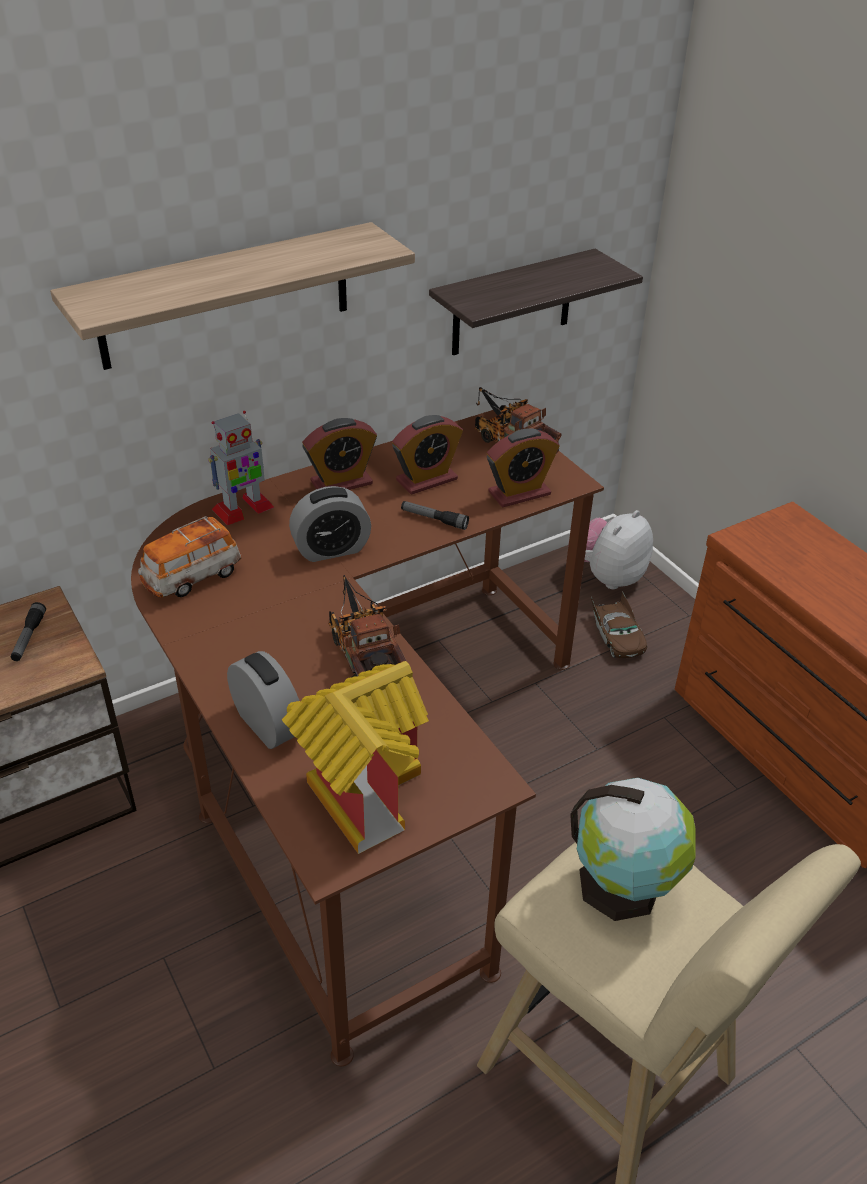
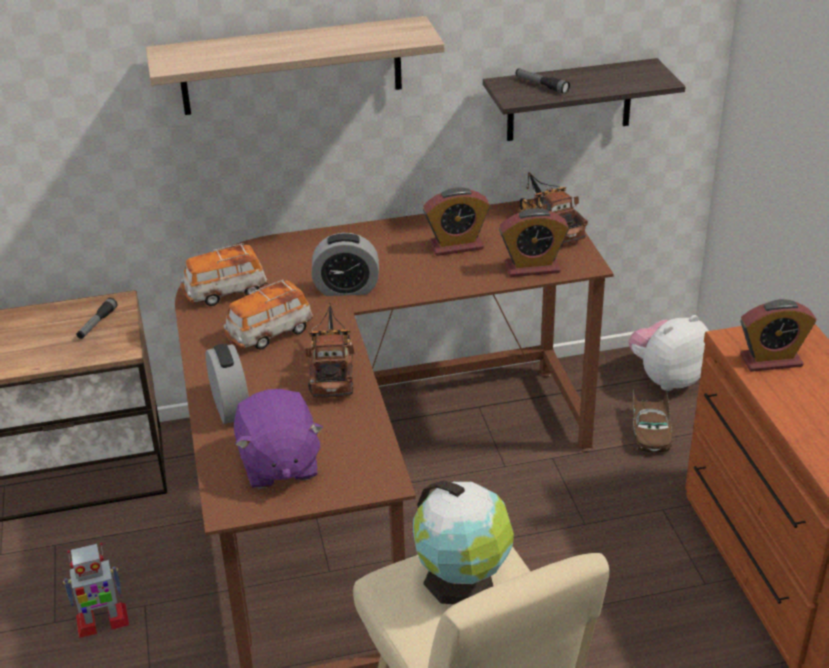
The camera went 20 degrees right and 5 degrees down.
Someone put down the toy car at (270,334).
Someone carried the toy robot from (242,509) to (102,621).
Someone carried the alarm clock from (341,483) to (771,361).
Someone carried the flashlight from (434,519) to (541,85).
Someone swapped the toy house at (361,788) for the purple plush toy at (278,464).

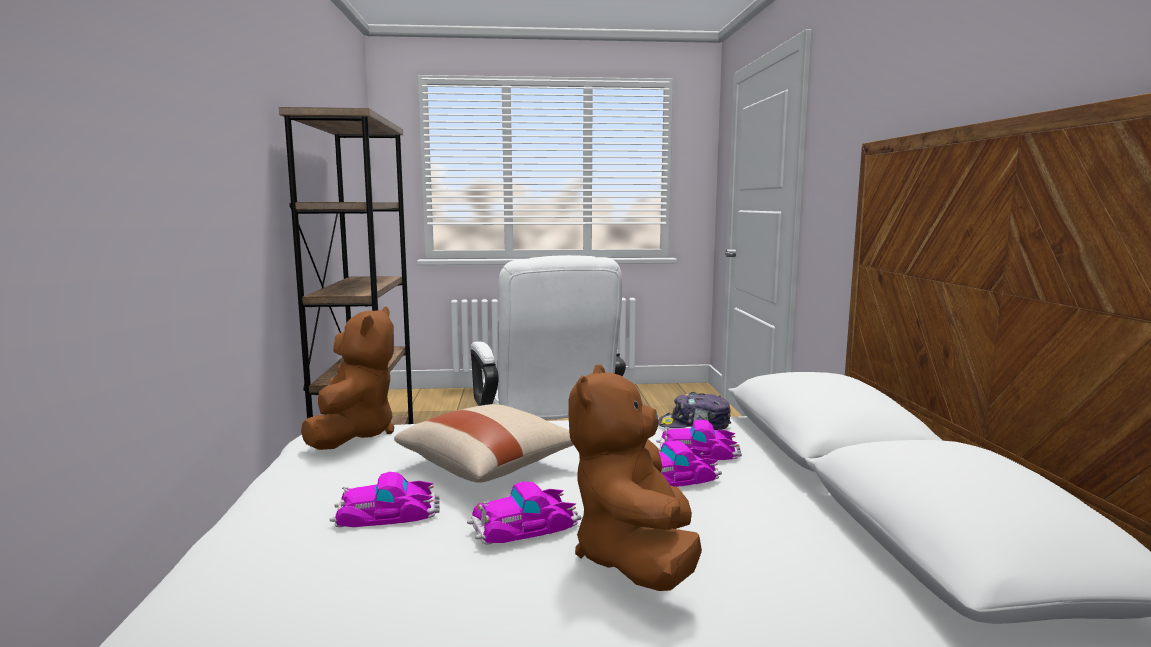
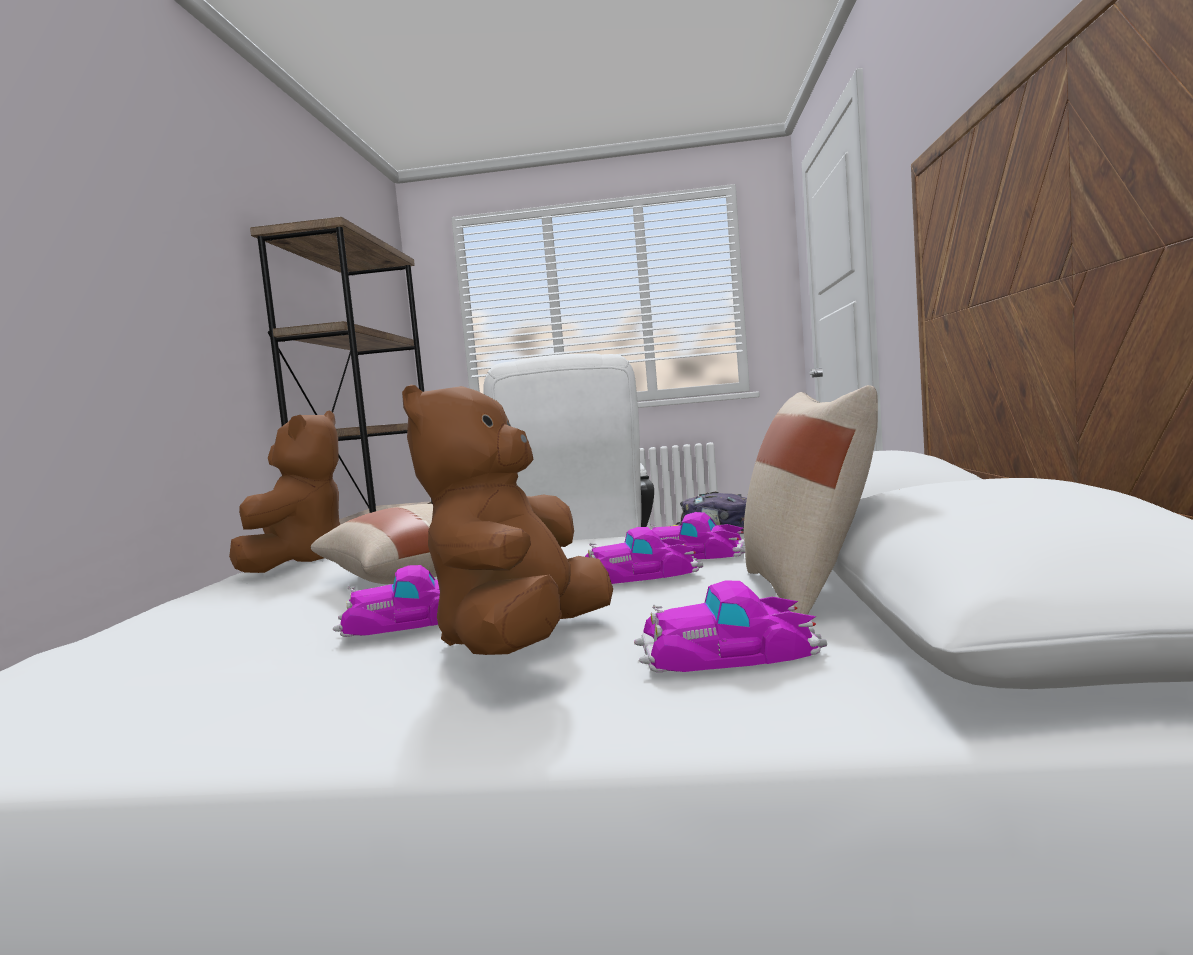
The camera went 10 degrees right and 5 degrees down.
Someone put down the beige pillow at (809,593).
Someone carried the toy car from (386,512) to (727,651).

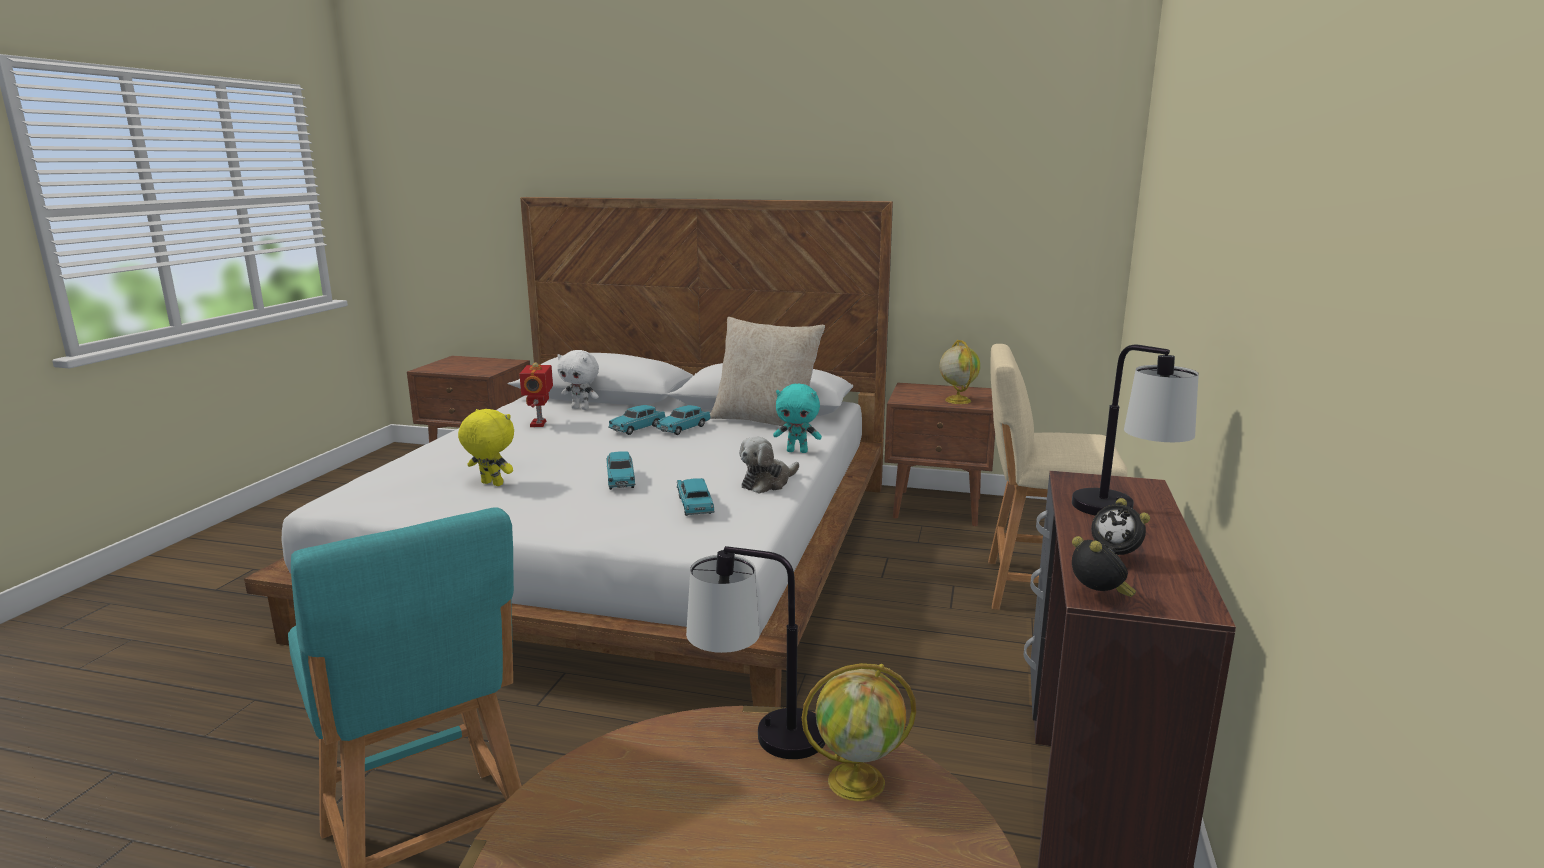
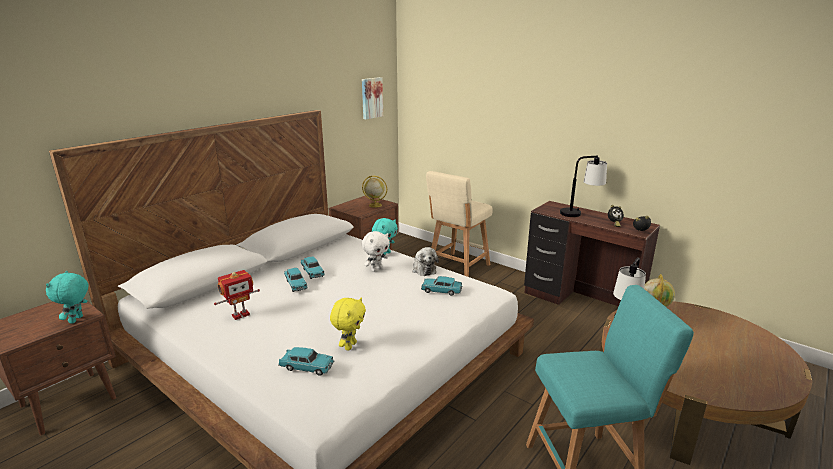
The camera went 65 degrees left and 5 degrees up.
Someone took away the beige pillow at (765,421).
Someone put down the turquoise plush toy at (77,320).
Someone put up the picture at (371,98).
Someone carried the white plush toy from (581,408) to (376,269).
Someone carried the turquoise toy car from (620,480) to (306,367).
Someone rotated the yellow plush toy at (491,484) by 150 degrees clockwise.
Someone rotated the toy robot at (539,424) by 60 degrees counterclockwise.

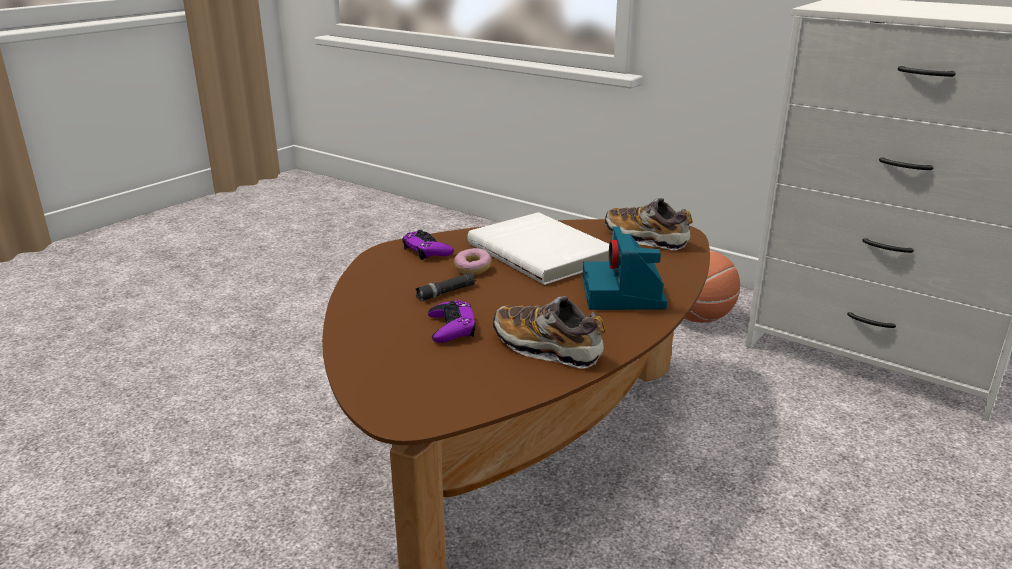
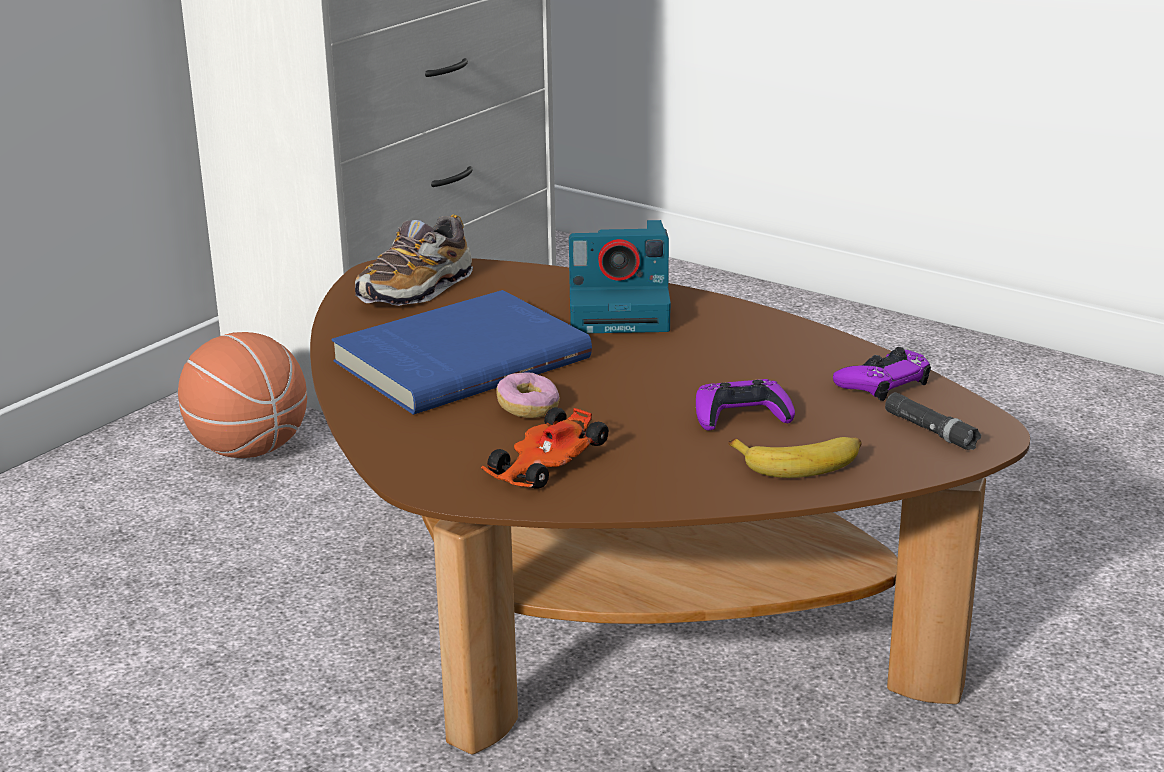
The camera went 90 degrees left and 0 degrees up.
Someone took away the shoe at (546,348).
Someone put down the toy car at (544,464).
Someone put down the banana at (800,463).
Someone carried the purple game controller from (427,250) to (883,383).
Someone carried the black flashlight from (446,292) to (931,431).
Someone repainted the white book at (542,252), which became the blue book at (459,358).

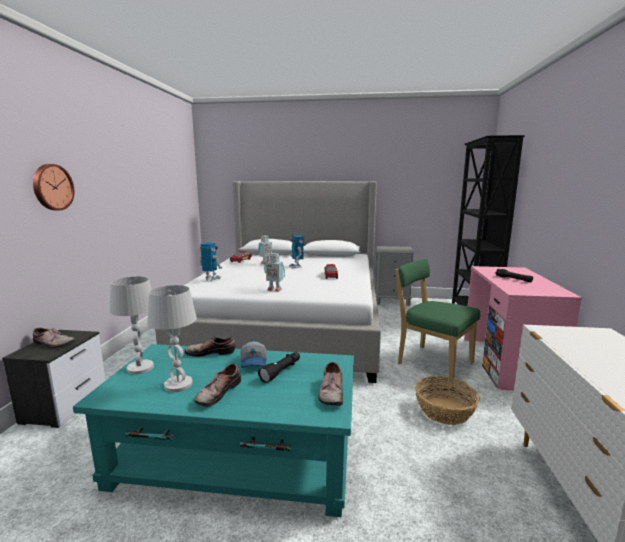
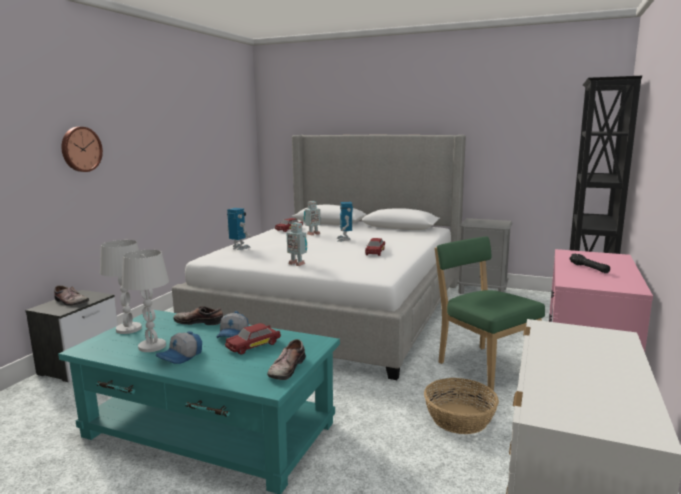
The camera went 15 degrees right and 0 degrees up.
Someone swapped the shoe at (217,392) for the cap at (181,356).
Someone swapped the black flashlight at (281,371) for the red toy car at (253,345).

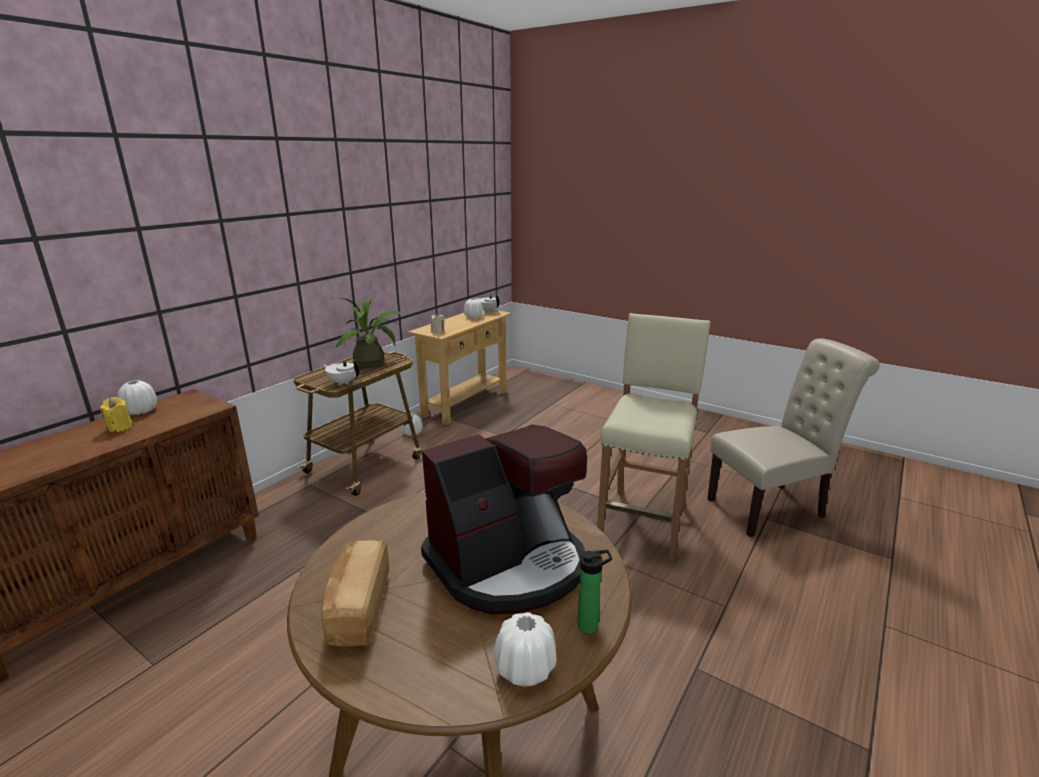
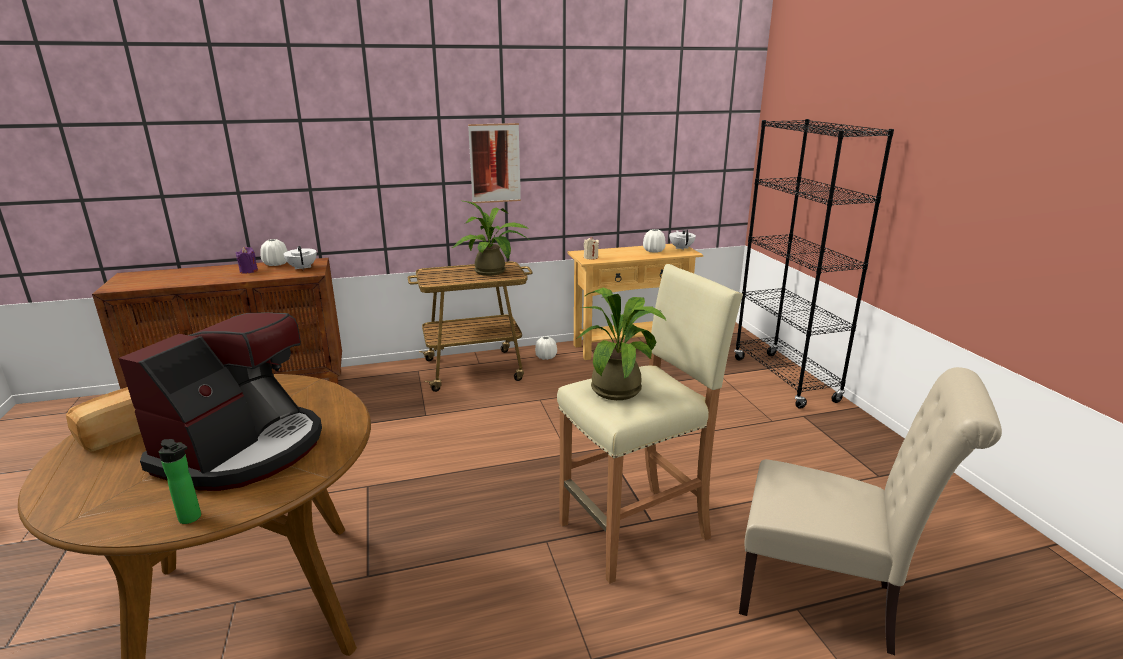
The camera went 40 degrees right and 0 degrees up.
Someone took away the white vase at (525,668).
Someone put up the picture at (495,163).
Someone put down the potted plant at (620,387).
Someone put down the black bookcase at (784,380).
Someone carried the white teapot from (343,383) to (302,268).
Someone repainted the yellow candle at (120,427), which became the purple candle at (248,271).
Someone rotated the coffee machine at (509,564) by 75 degrees counterclockwise.

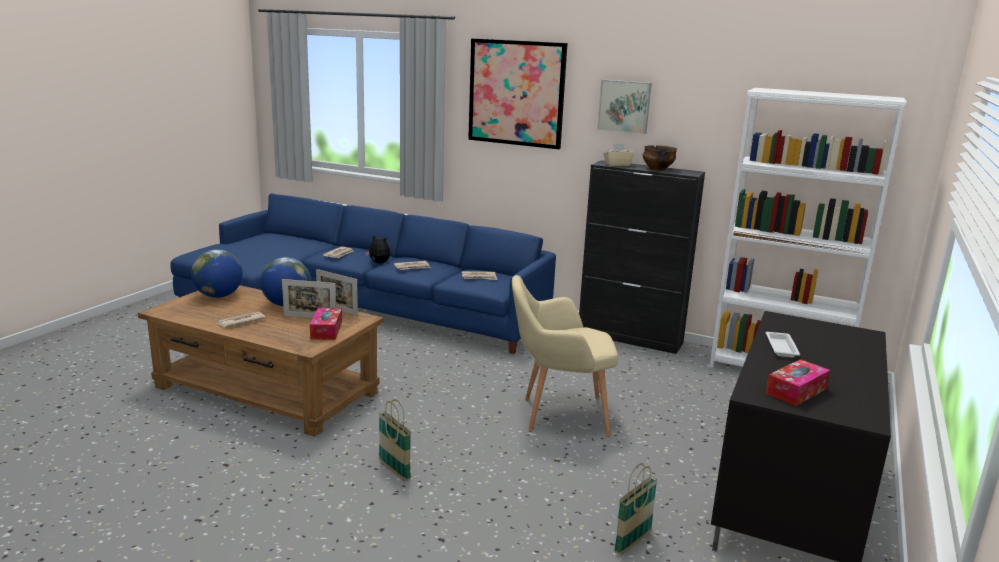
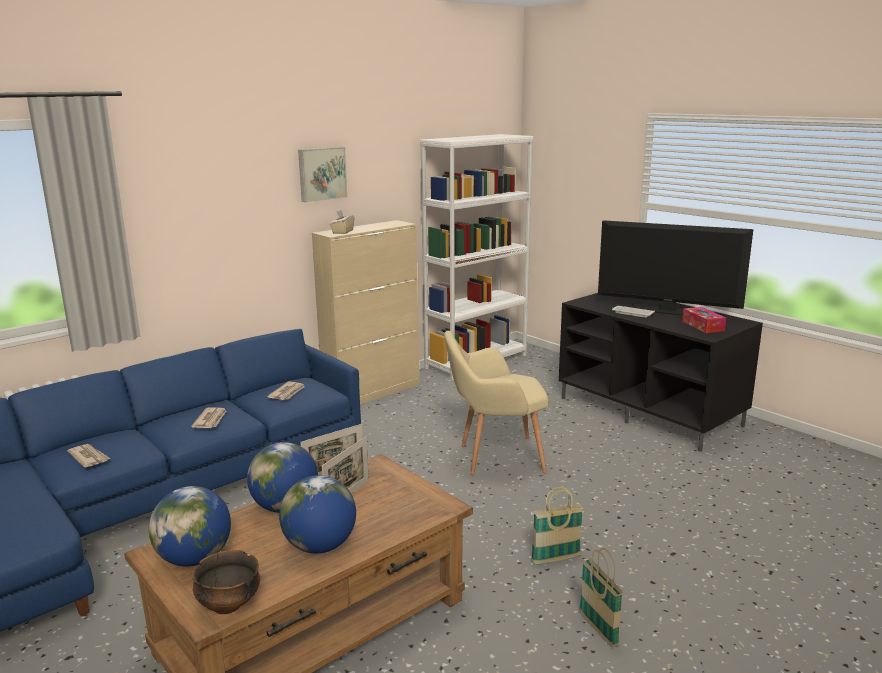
The camera went 65 degrees left and 0 degrees up.
Someone took away the tissue box at (326,330).
Someone took away the plush toy at (378,263).
Someone took away the picture at (516,93).
Someone put down the television at (667,310).
Someone carried the basket from (632,543) to (598,629).
Someone carried the bowl from (657,169) to (228,604).
Someone swapped the newspaper at (240,321) for the globe at (320,546).
Someone repainted the black cabinet at (630,338), which became the beige cabinet at (372,392).
Someone rotated the beige armchair at (558,415) by 60 degrees clockwise.

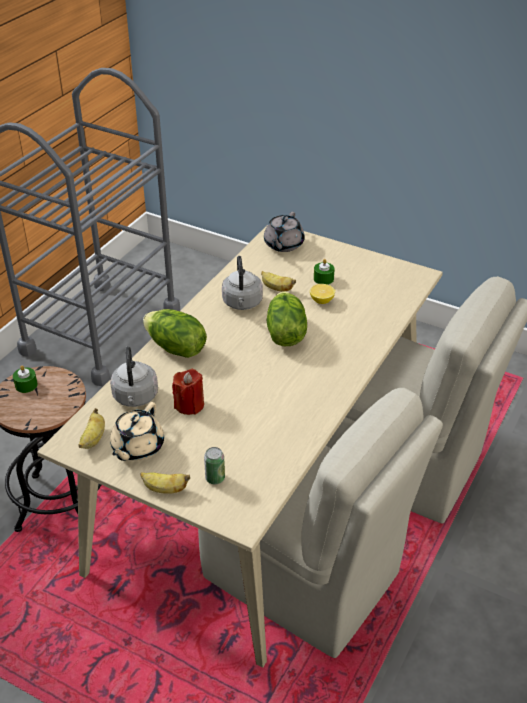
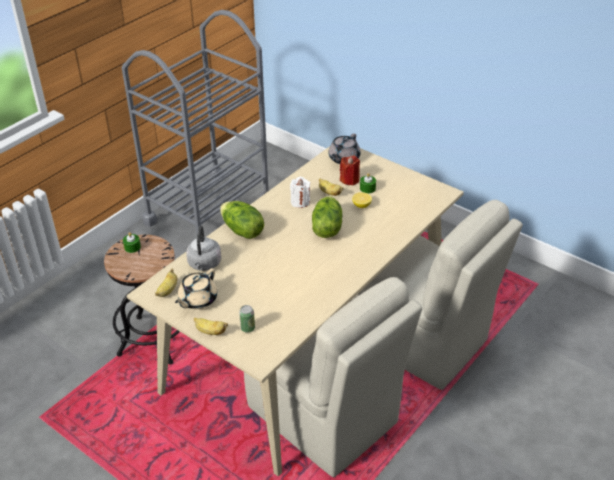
The camera went 10 degrees right and 0 degrees up.
Someone carried the red candle from (189,405) to (349,180).
Someone swapped the grey kettle at (242,303) for the white candle at (300,202).

